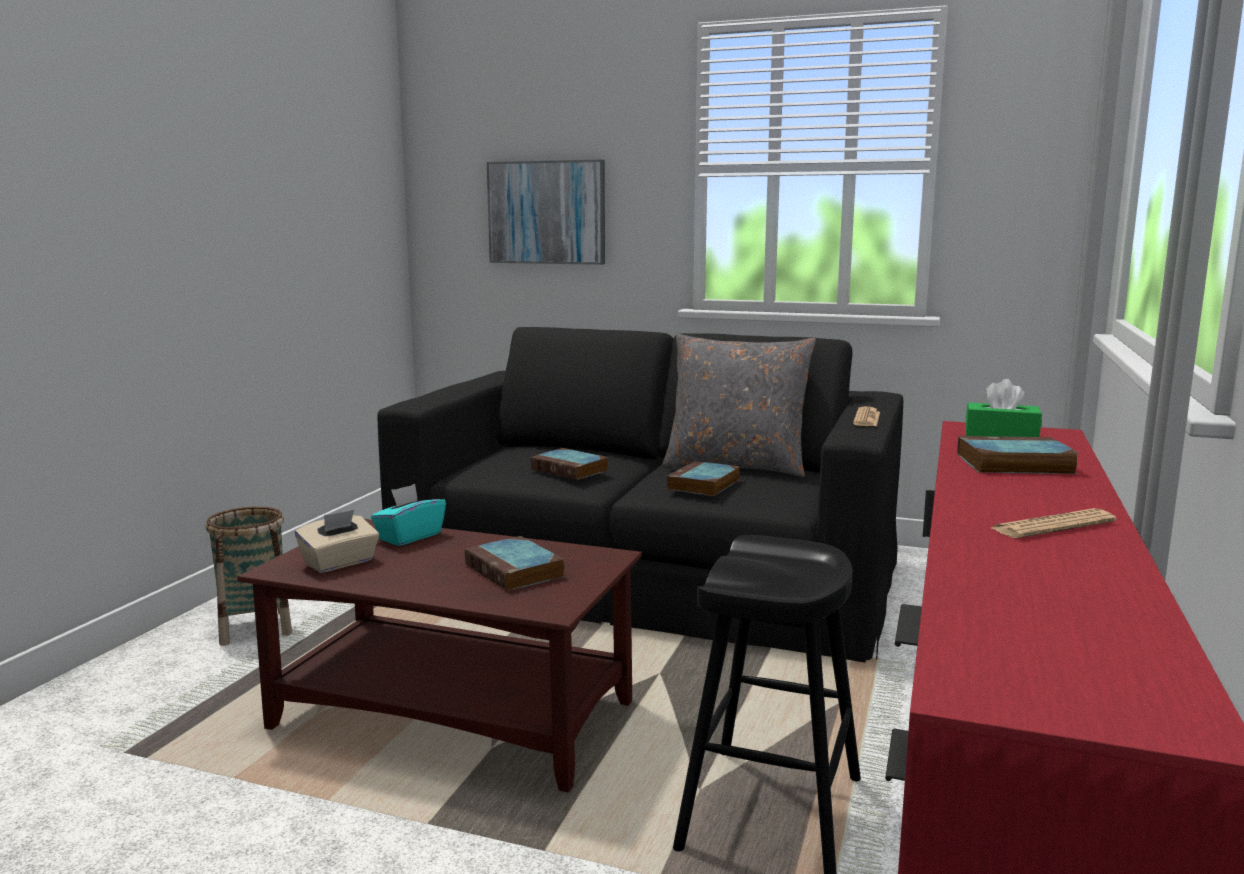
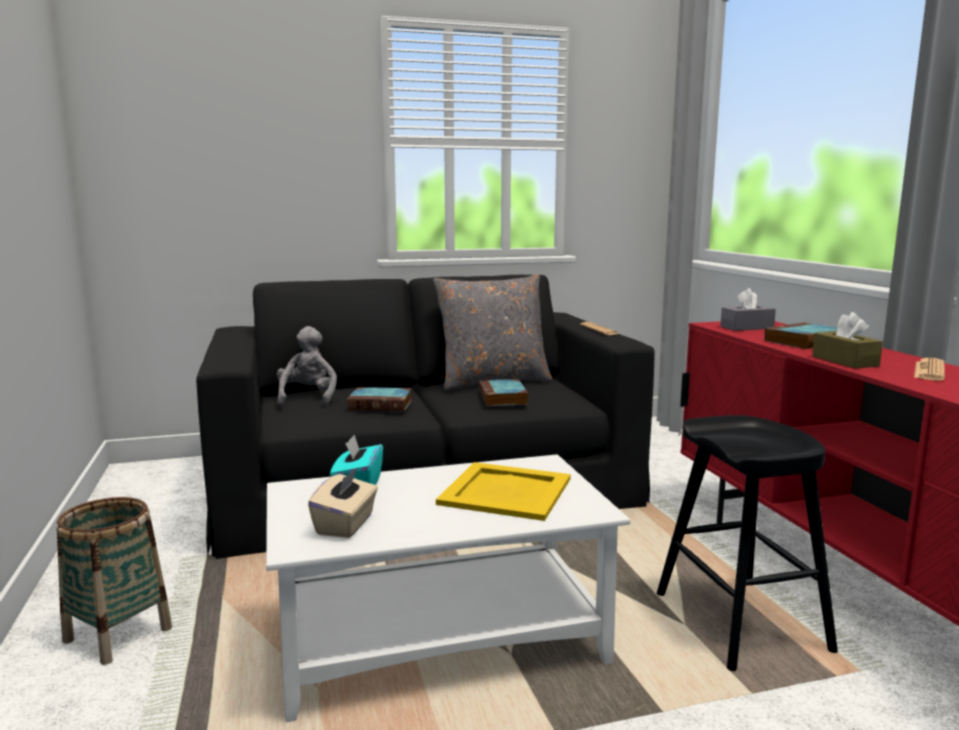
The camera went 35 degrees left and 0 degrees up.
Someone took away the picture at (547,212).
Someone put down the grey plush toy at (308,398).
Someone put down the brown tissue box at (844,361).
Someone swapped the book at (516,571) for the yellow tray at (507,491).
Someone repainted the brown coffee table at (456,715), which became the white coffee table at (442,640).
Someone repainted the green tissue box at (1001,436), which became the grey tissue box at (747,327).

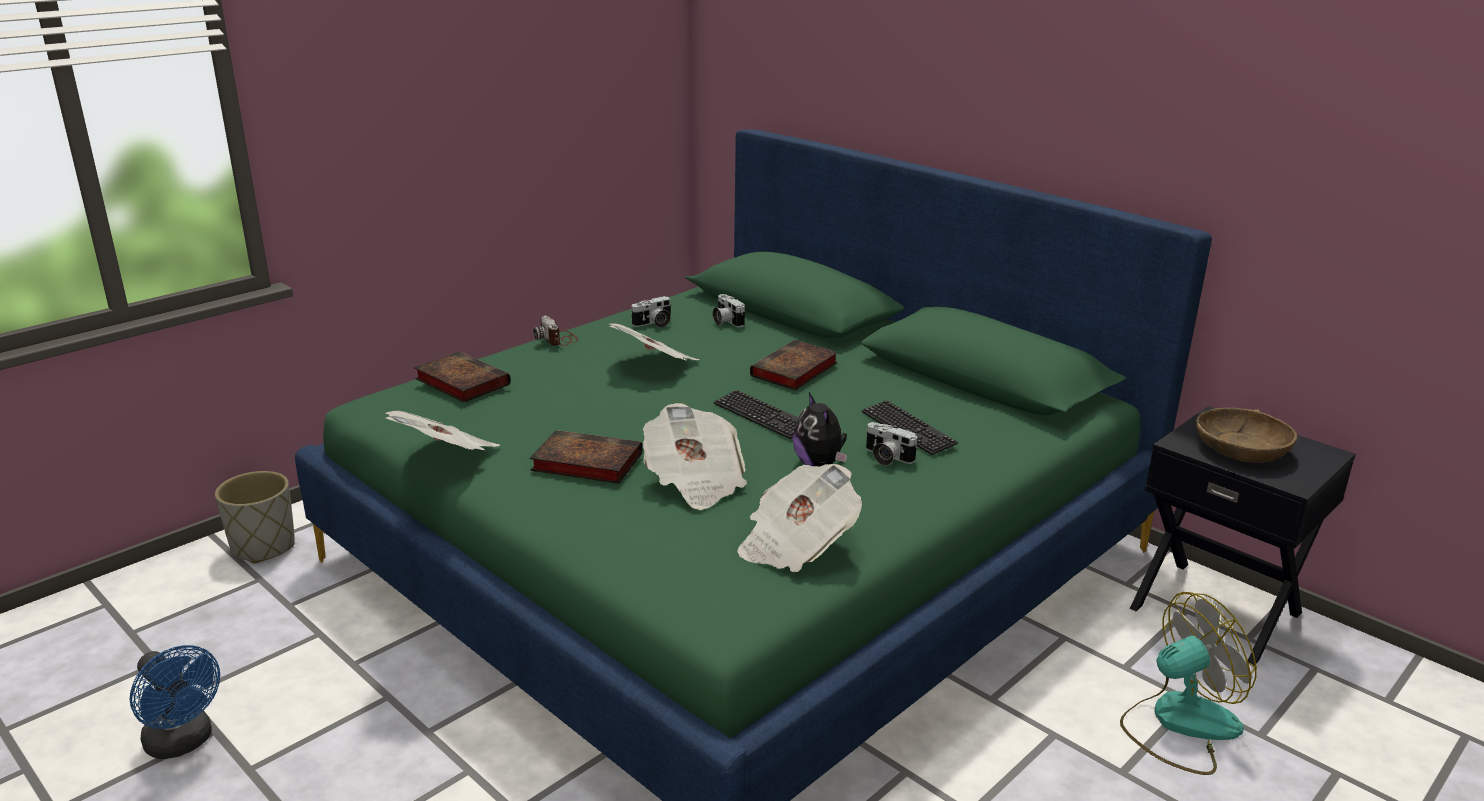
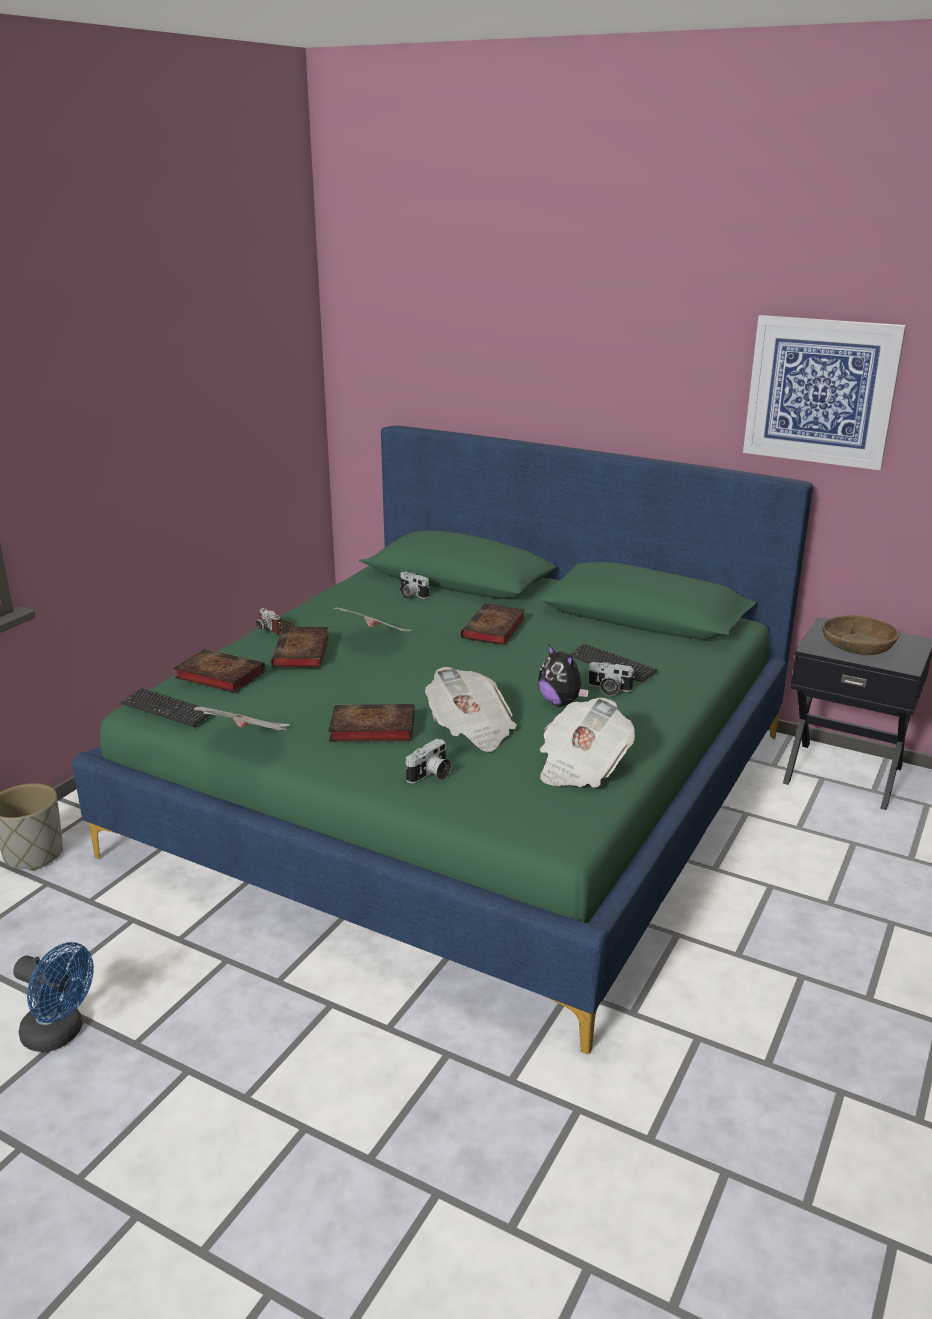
The camera went 15 degrees left and 0 degrees up.
Someone took away the fan at (1179,724).
Someone put down the book at (301,653).
Someone put up the picture at (820,391).
Someone carried the photo camera from (654,324) to (431,775).
Someone carried the keyboard from (762,416) to (167,709).

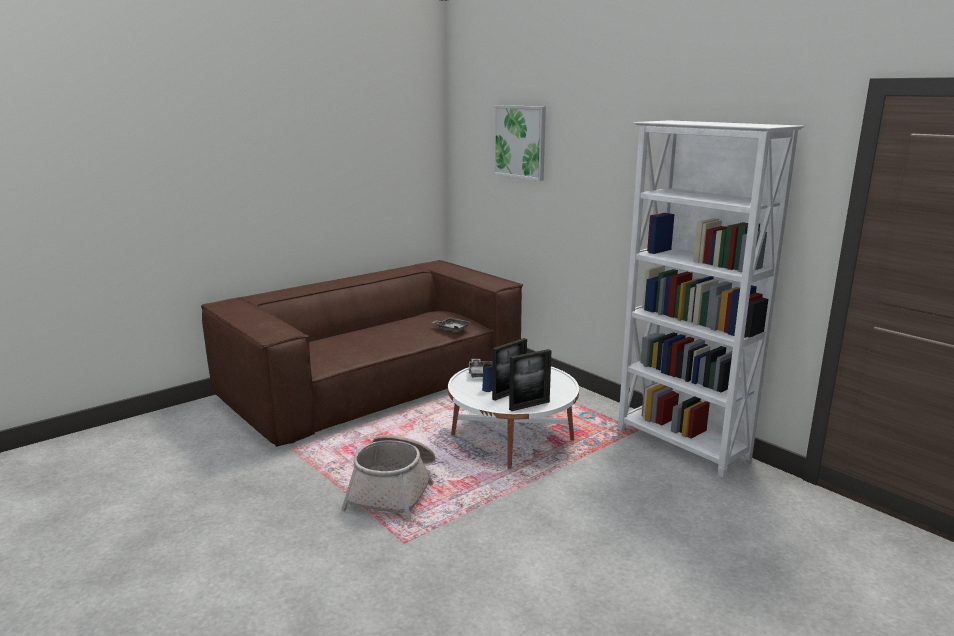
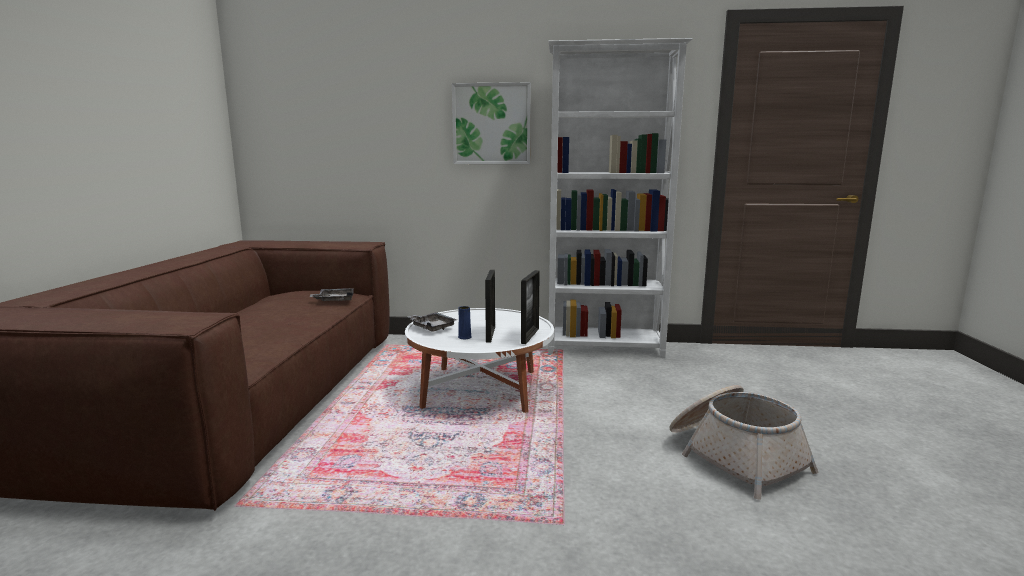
The camera went 45 degrees left and 5 degrees down.
Someone carried the basket from (394,490) to (734,456).
Someone carried the picture from (520,142) to (491,124).

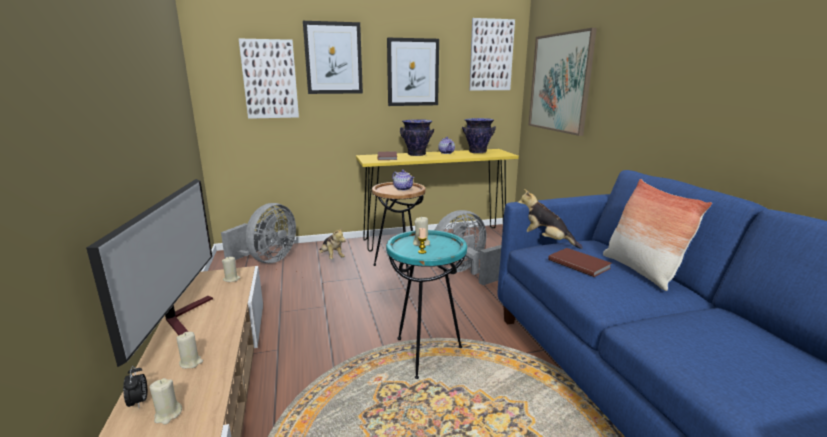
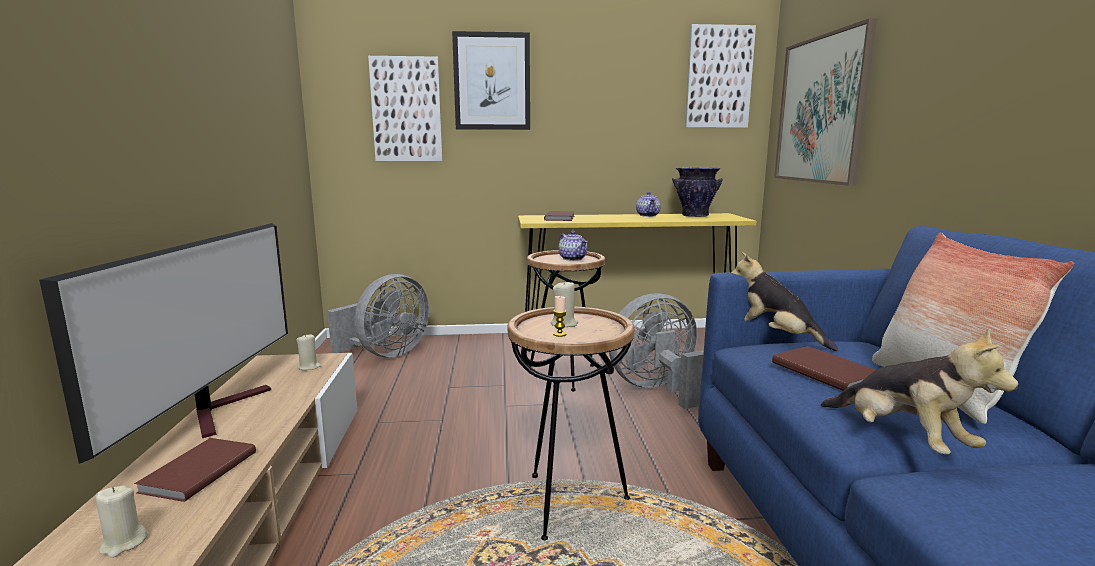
The camera went 10 degrees right and 5 degrees down.
Someone took away the alarm clock at (139,402).
Someone took away the picture at (413,72).
Someone took away the vase at (416,154).
Someone carried the plush toy from (331,257) to (901,440).
Someone swapped the beige candle at (191,362) for the brown book at (196,472).
Someone repainted the turquoise side table at (425,354), which became the brown side table at (569,503).

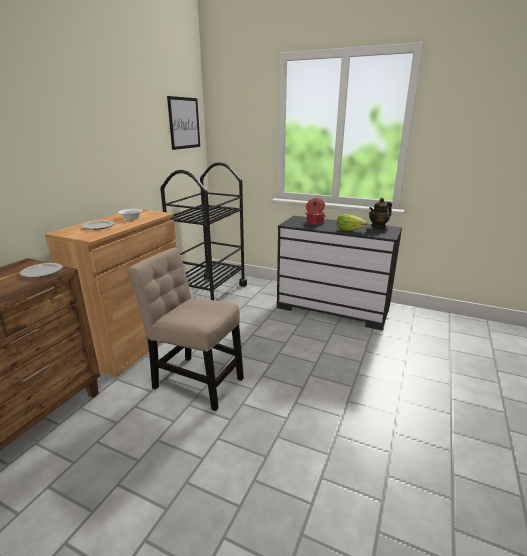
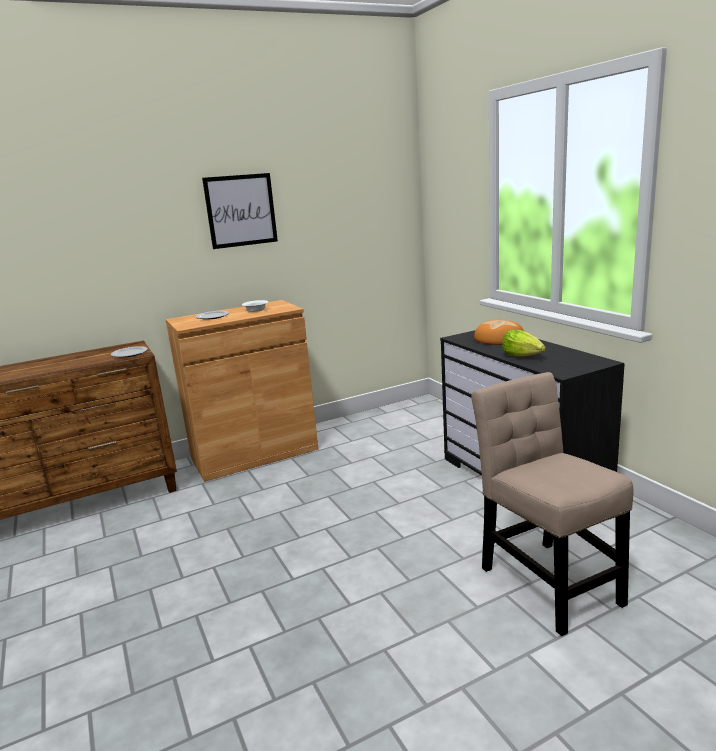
The camera went 40 degrees right and 5 degrees down.
Someone took away the black cart at (210,292).
Someone took away the teapot at (378,226).
Someone carried the beige chair from (195,381) to (546,580).
Someone carried the picture from (184,123) to (241,210).
Someone swapped the cooking pot at (314,222) for the bread at (498,339).

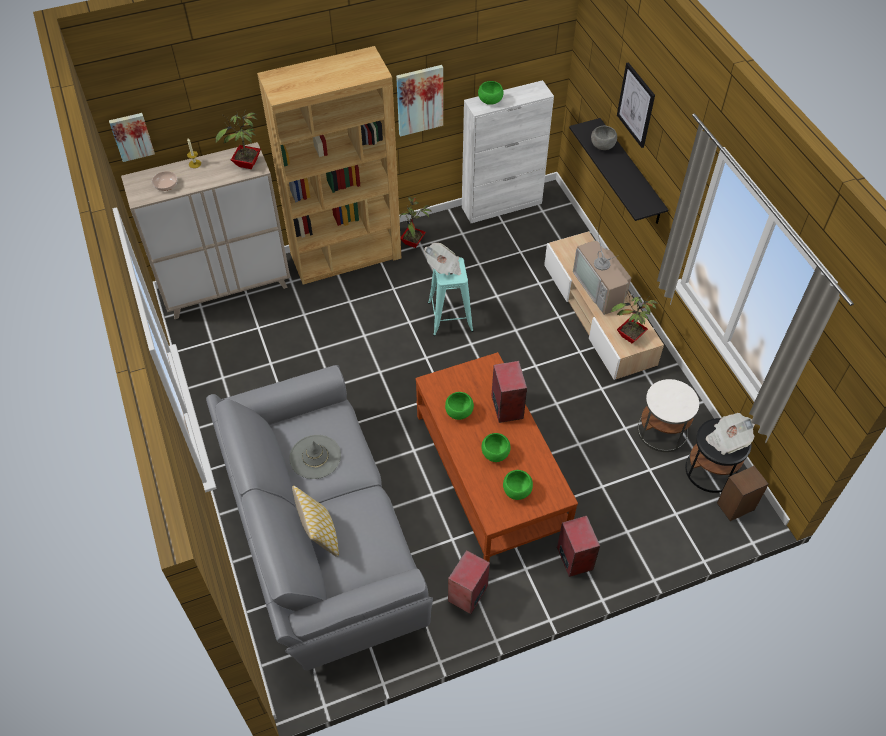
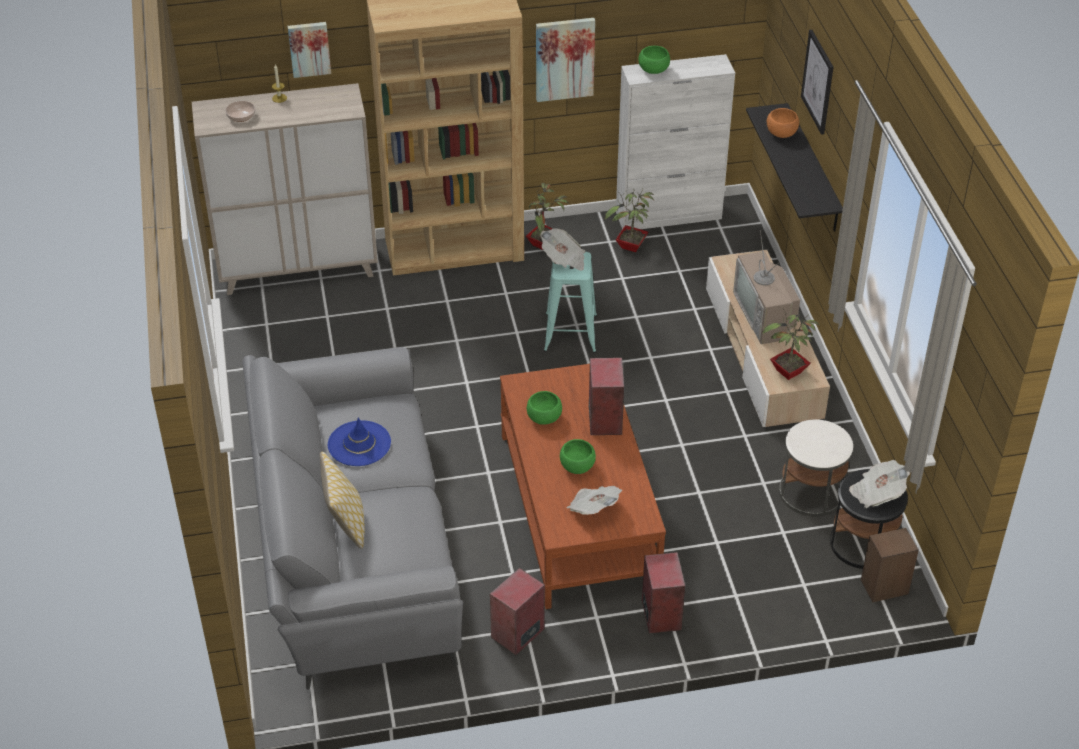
The camera went 10 degrees right and 10 degrees down.
Someone carried the picture from (131,136) to (309,48).
Someone carried the potted plant from (247,164) to (631,247).
Someone swapped the green bowl at (516,491) for the newspaper at (593,508).
Someone repainted the grey hat at (315,457), which became the blue hat at (359,444).
Someone repainted the grey bowl at (602,146), which became the orange bowl at (781,134).

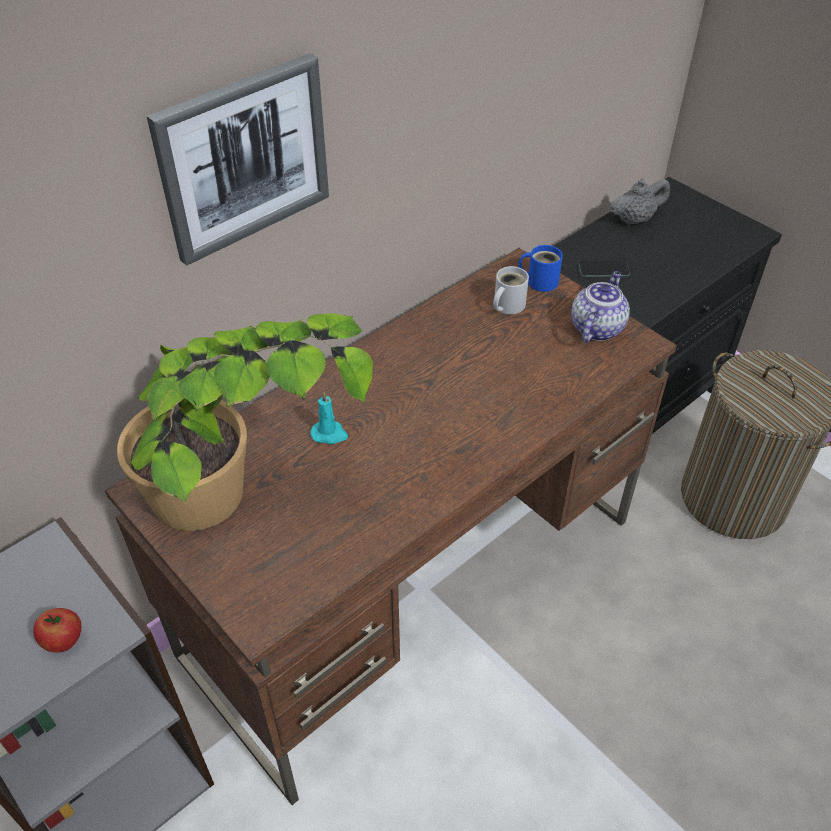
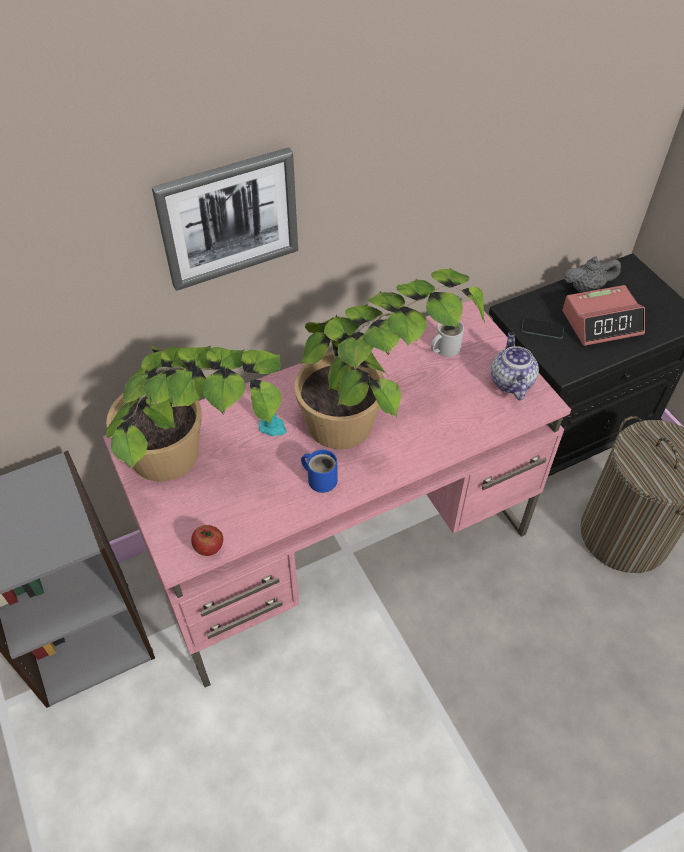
The camera went 15 degrees right and 5 degrees up.
Someone put down the potted plant at (375,419).
Someone put down the alarm clock at (602,322).
Someone carried the apple from (64,641) to (209,548).
Someone carried the blue mug from (540,280) to (320,478).
Someone repainted the brown desk at (414,584), which became the pink desk at (342,546).
Someone rotated the teapot at (596,327) by 45 degrees counterclockwise.

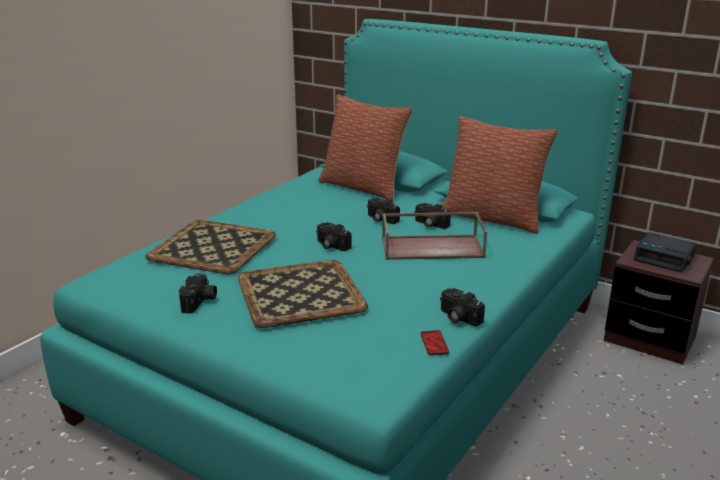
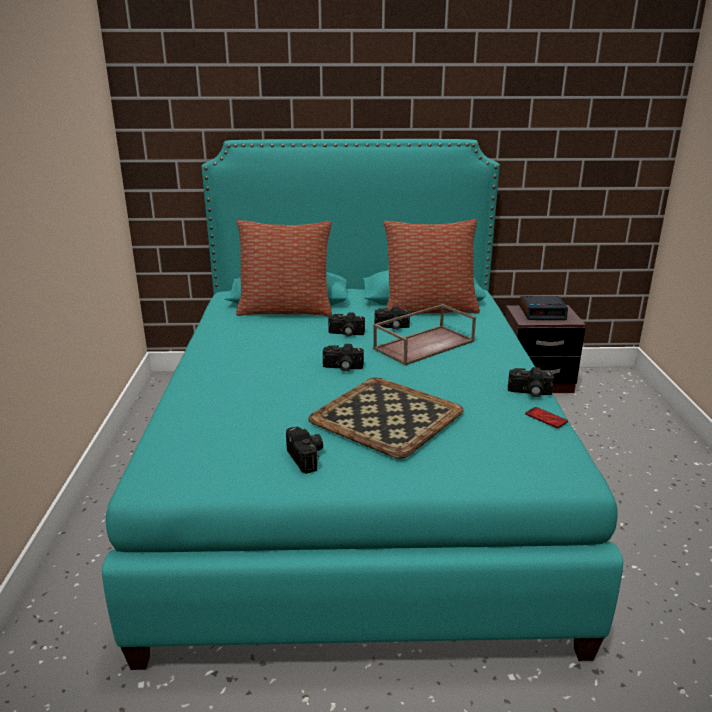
The camera went 35 degrees left and 0 degrees up.
Someone took away the tray at (214,246).

